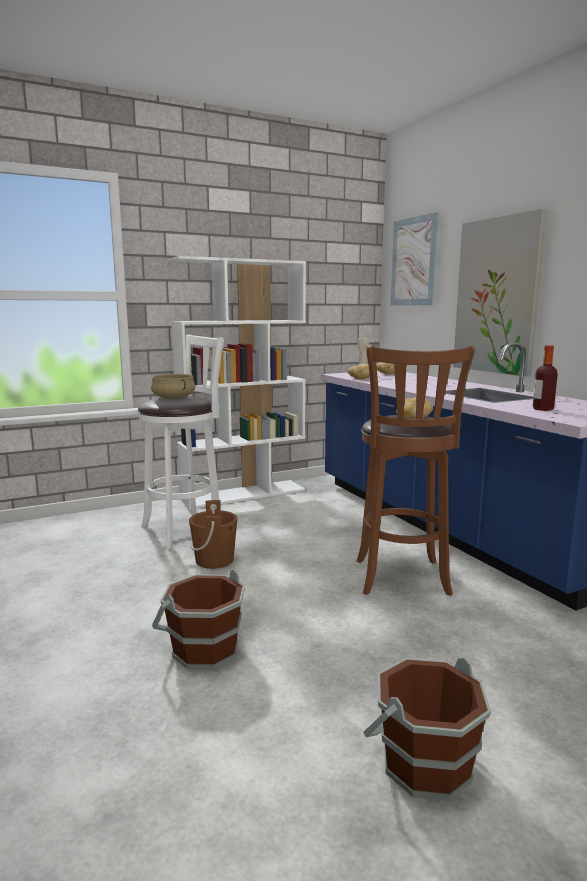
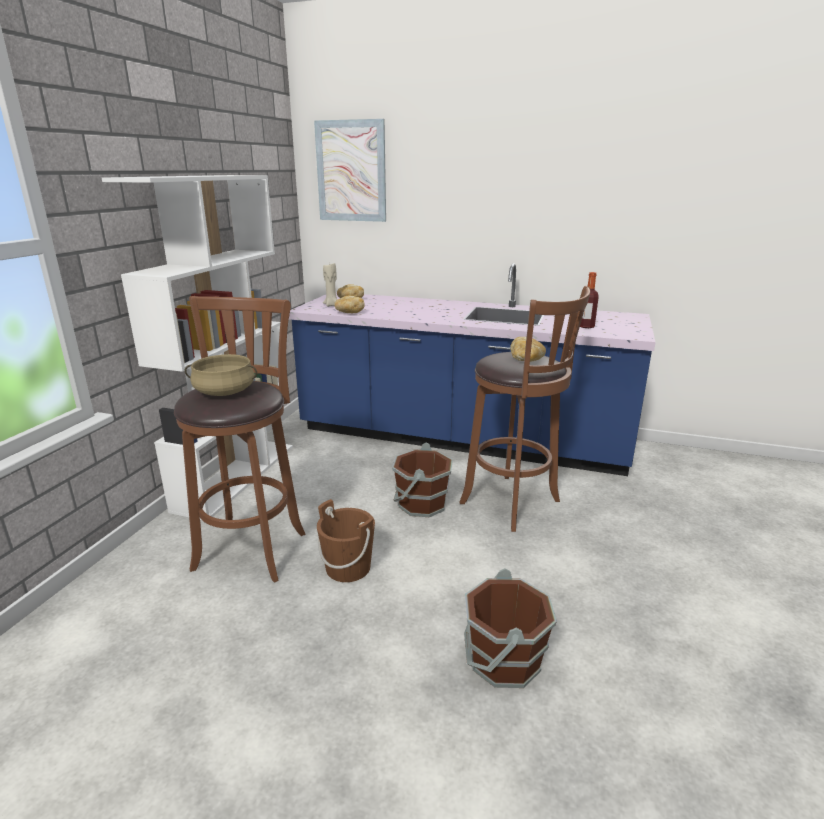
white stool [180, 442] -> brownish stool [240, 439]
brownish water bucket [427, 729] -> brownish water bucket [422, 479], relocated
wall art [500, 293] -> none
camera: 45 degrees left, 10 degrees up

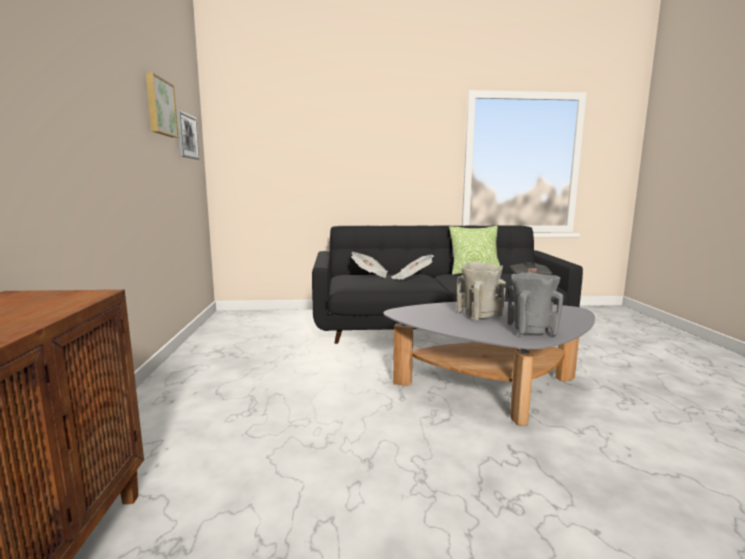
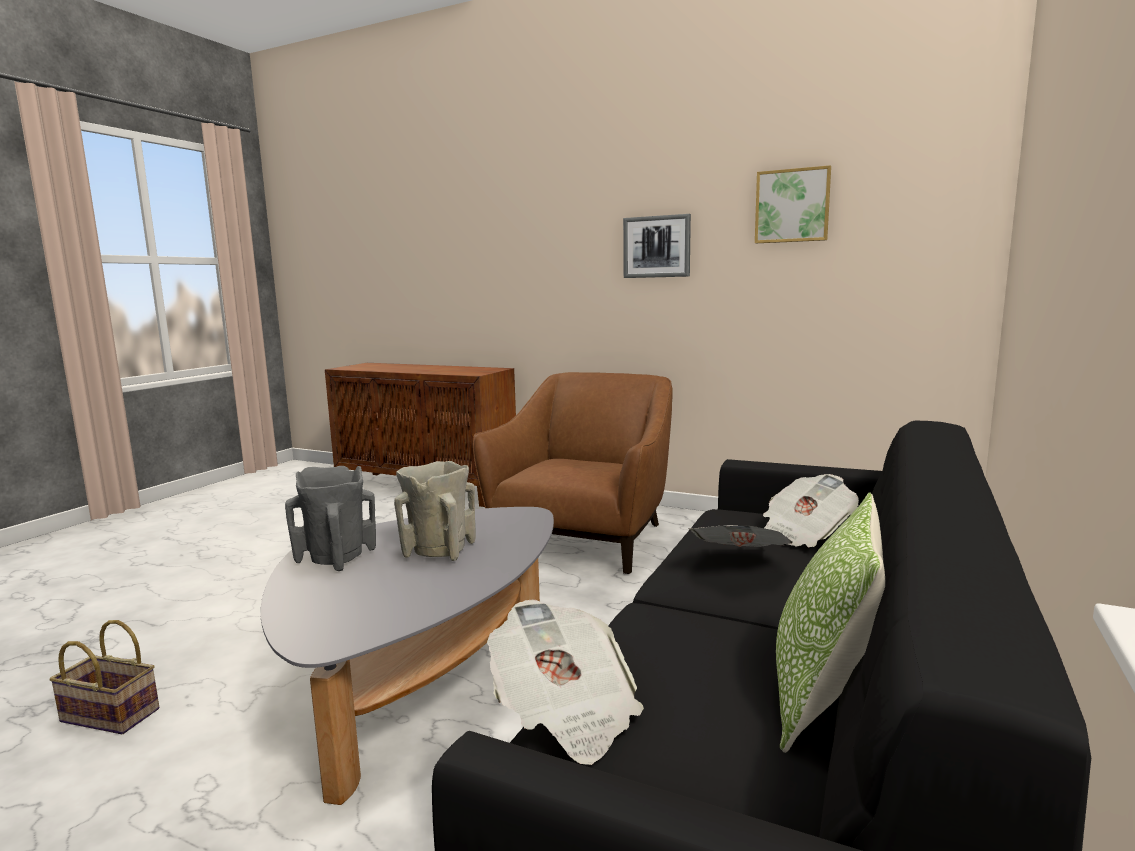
wall art [188, 135] -> wall art [657, 246], relocated
none -> basket [104, 677]
none -> brownish armchair [573, 473]
camera: 120 degrees right, 0 degrees up

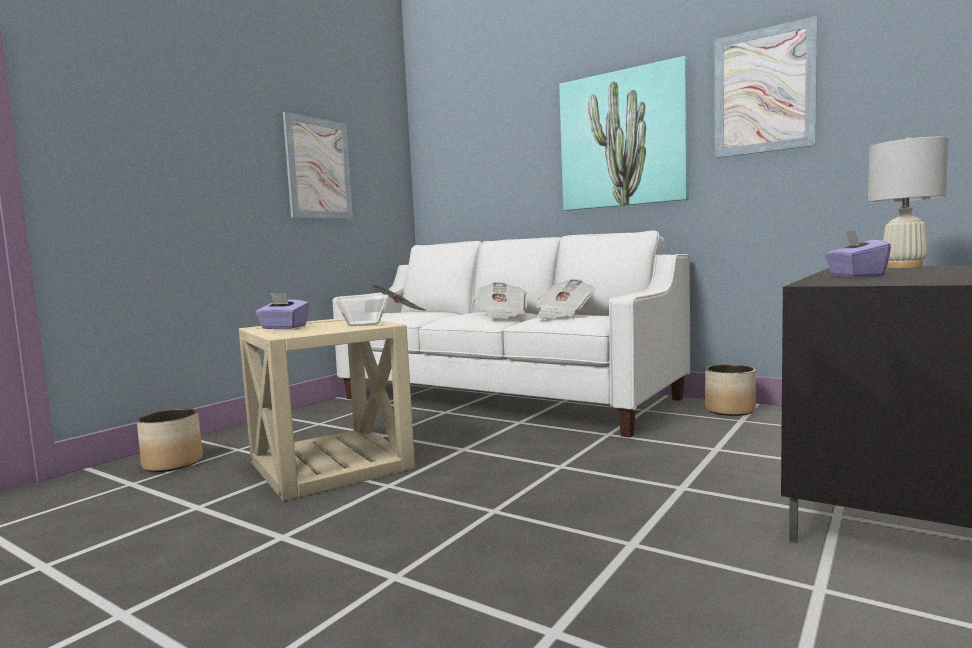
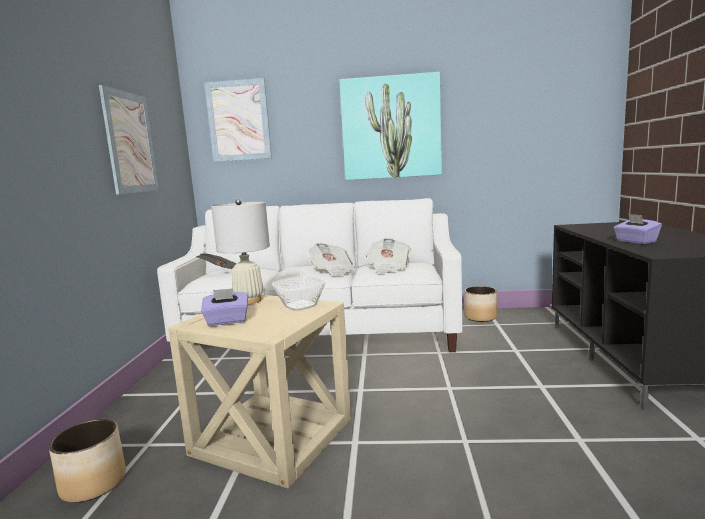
wall art [766, 87] -> wall art [238, 120], relocated
white tabletop lamp [908, 202] -> white tabletop lamp [240, 251], relocated
camera: 30 degrees left, 5 degrees up

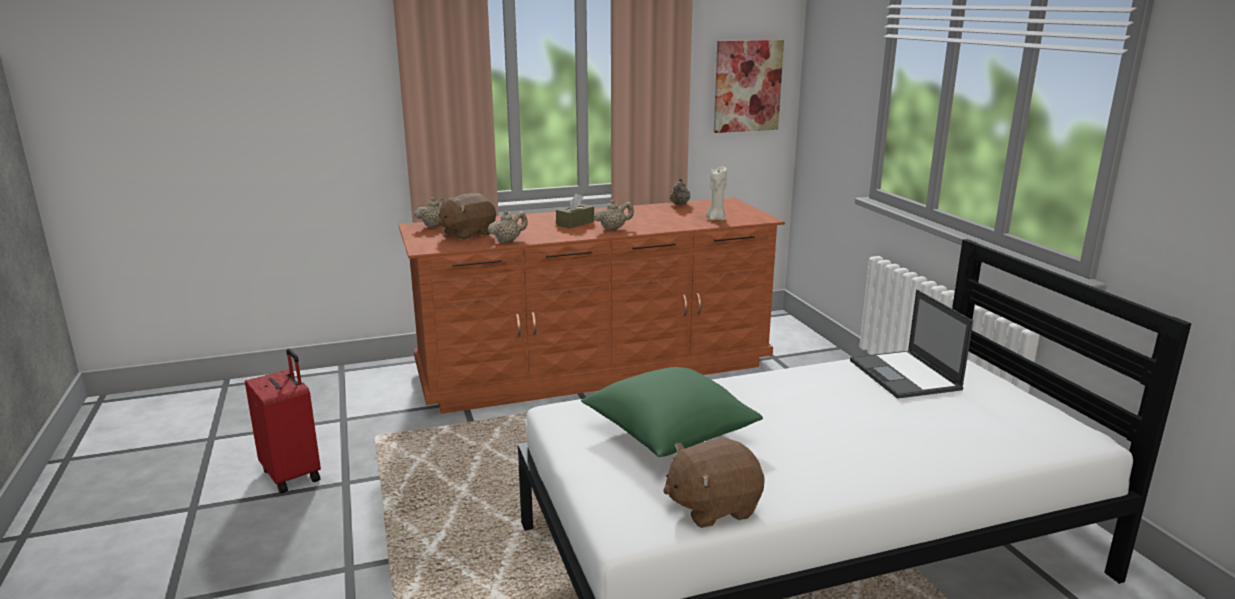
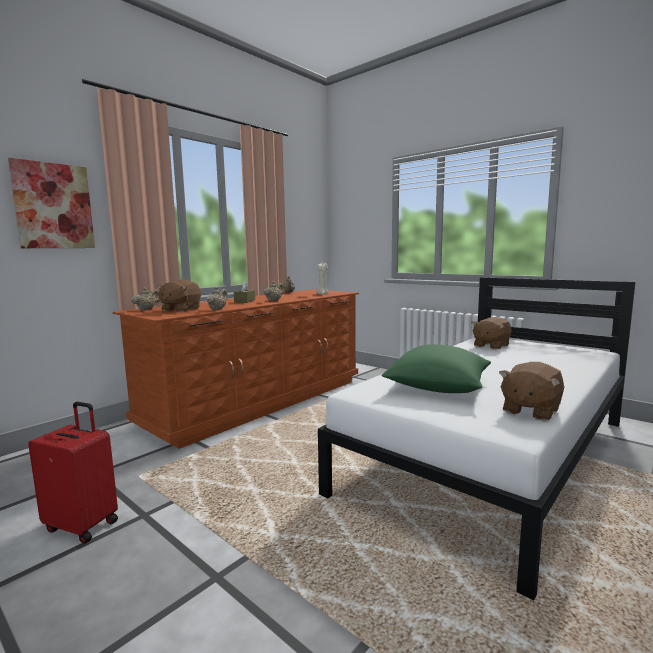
wall art [749, 86] -> wall art [51, 203], relocated
portable computer [911, 344] -> brownish cuddly toy [491, 333]
camera: 30 degrees left, 10 degrees down

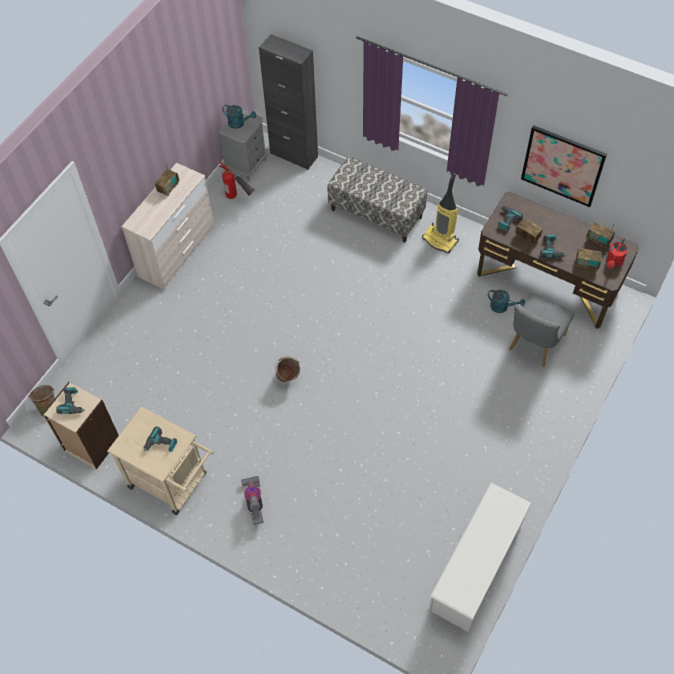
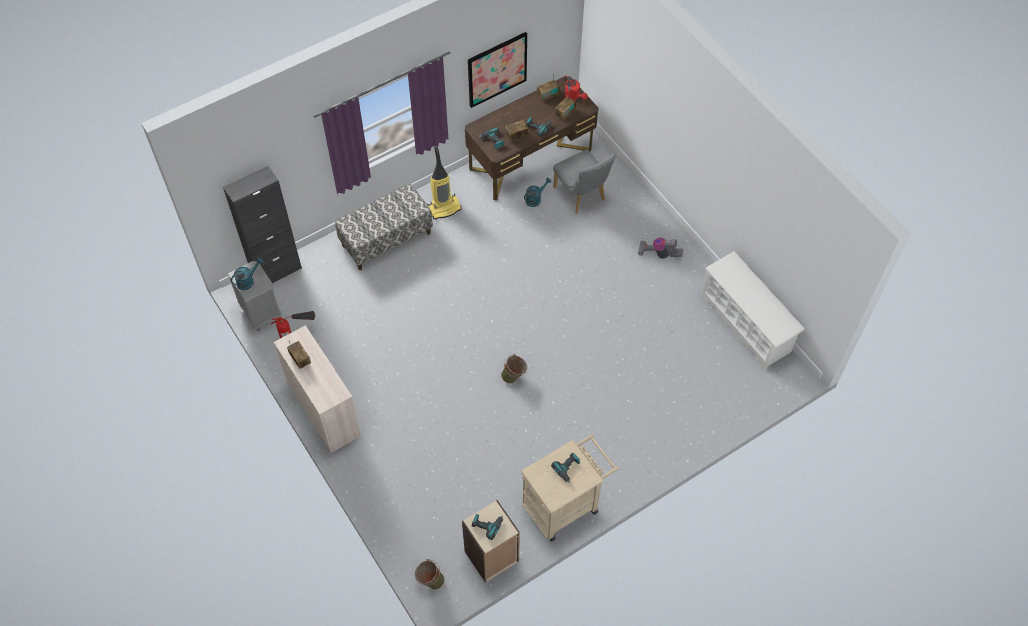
hoover [252, 500] -> hoover [660, 248], relocated
camera: 65 degrees left, 0 degrees up

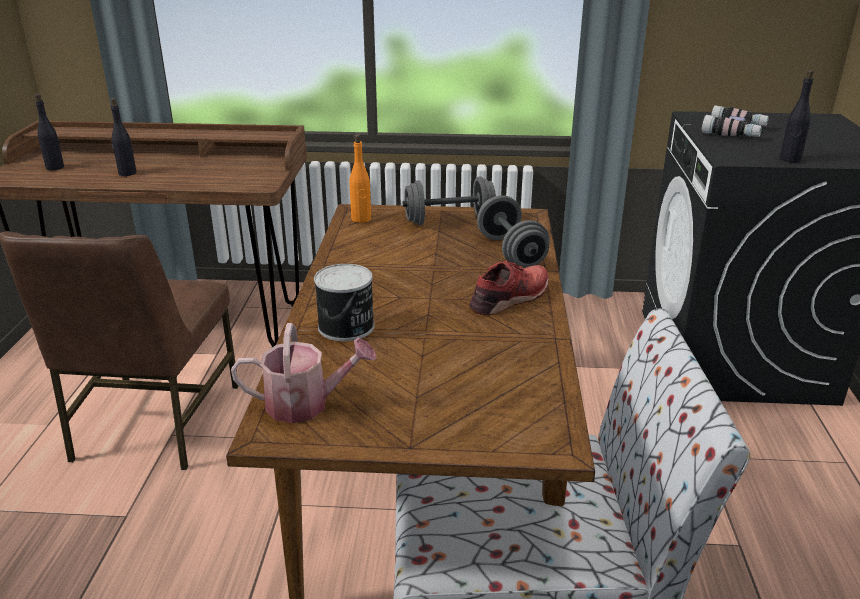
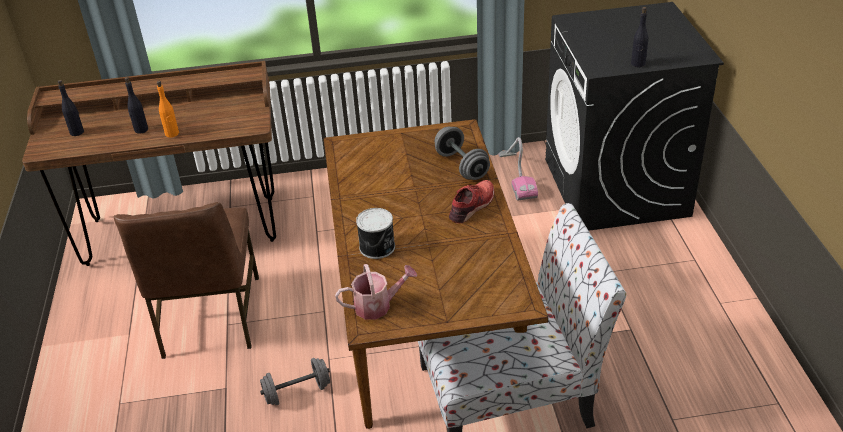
orangey beverage bottle [360, 178] -> orangey beverage bottle [168, 109], relocated
gray free weight [449, 200] -> gray free weight [295, 381], relocated
binoculars [735, 121] -> none
none -> hoover [518, 168]
camera: 10 degrees left, 10 degrees up

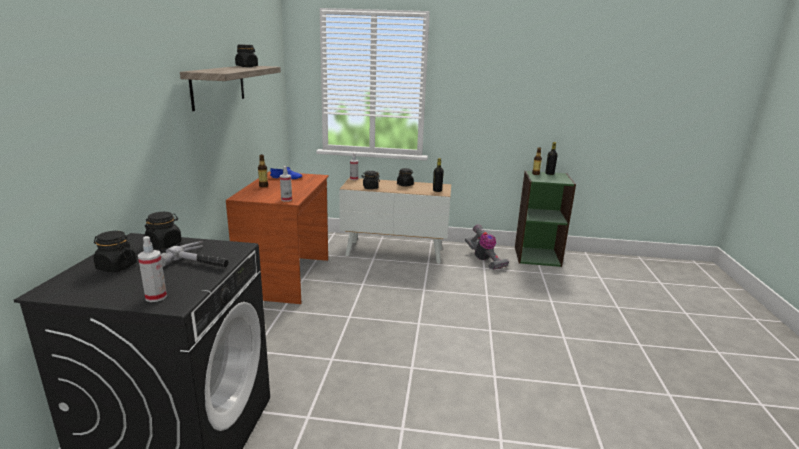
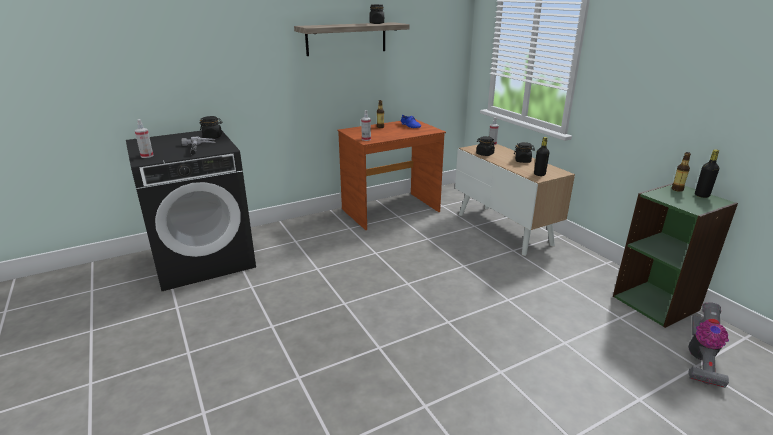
black preserve jar [115, 251] -> none
hoover [487, 247] -> hoover [708, 345], relocated
camera: 55 degrees right, 5 degrees up

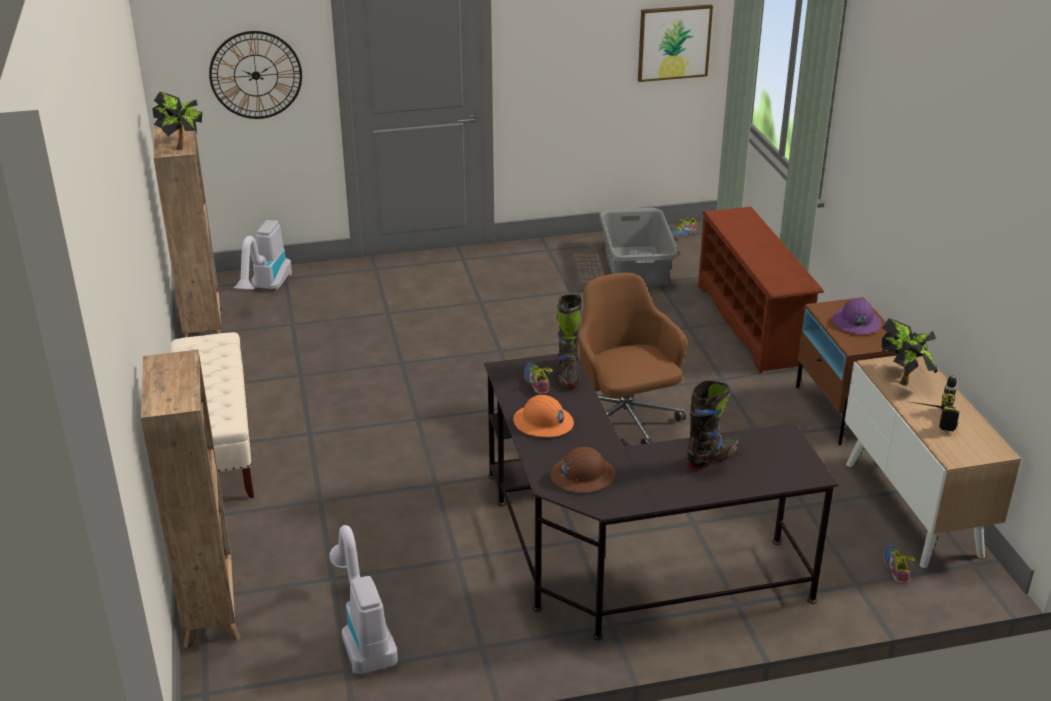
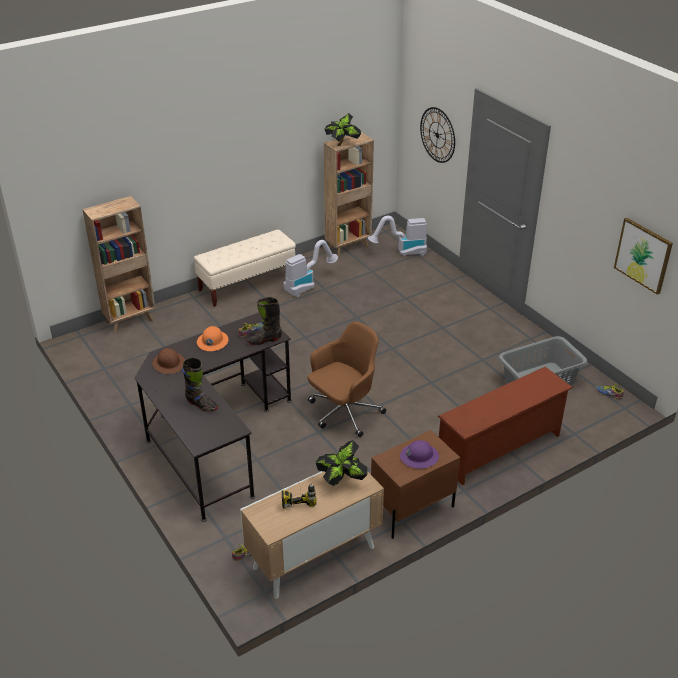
hoover [363, 599] -> hoover [310, 268], relocated
camera: 70 degrees right, 5 degrees up

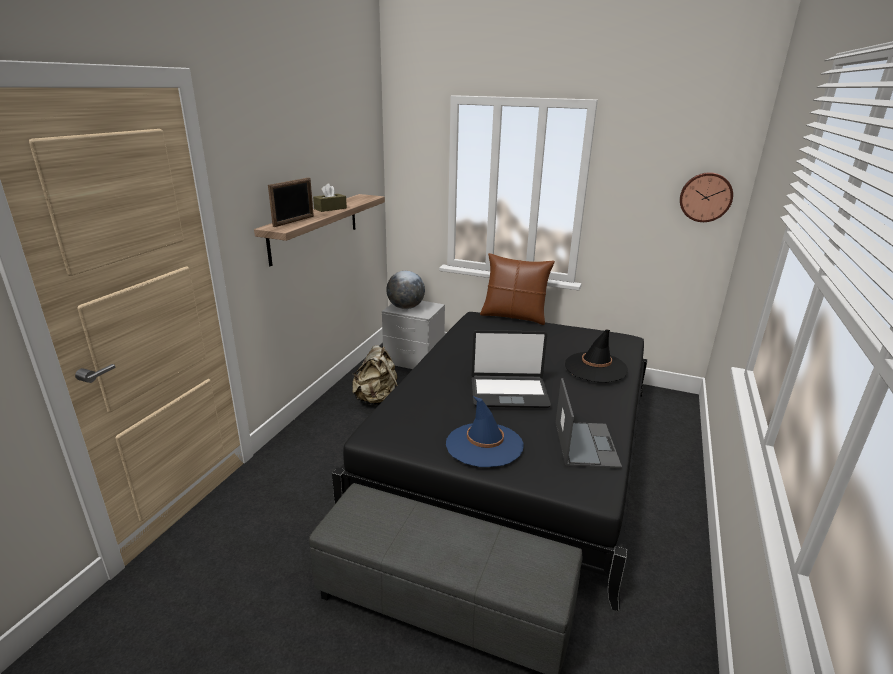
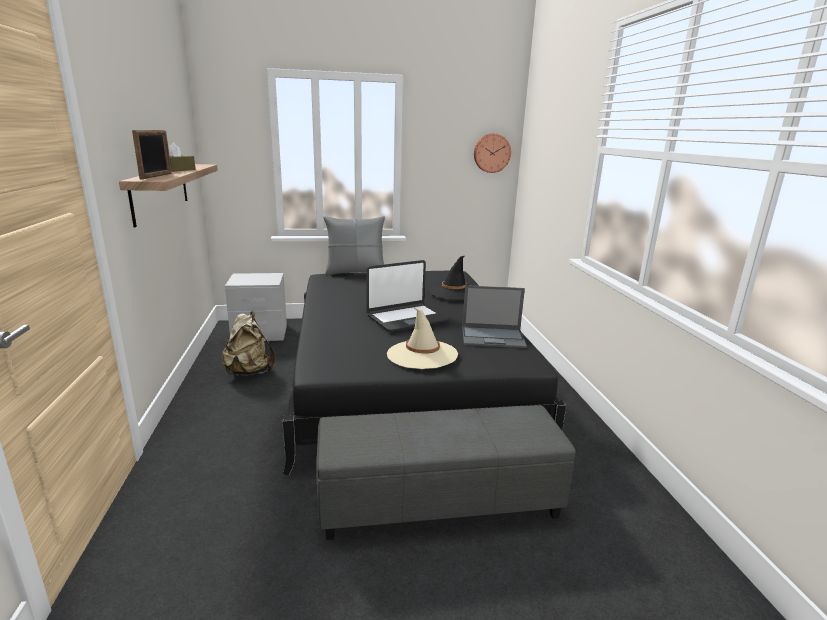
globe [405, 290] -> none
blue wearable hat [484, 431] -> beige-coloured wearable hat [422, 338]
brownish cushion [517, 289] -> gray cushion [354, 245]
portable computer [589, 423] -> portable computer [494, 316], 120 degrees clockwise
camera: 30 degrees left, 5 degrees down

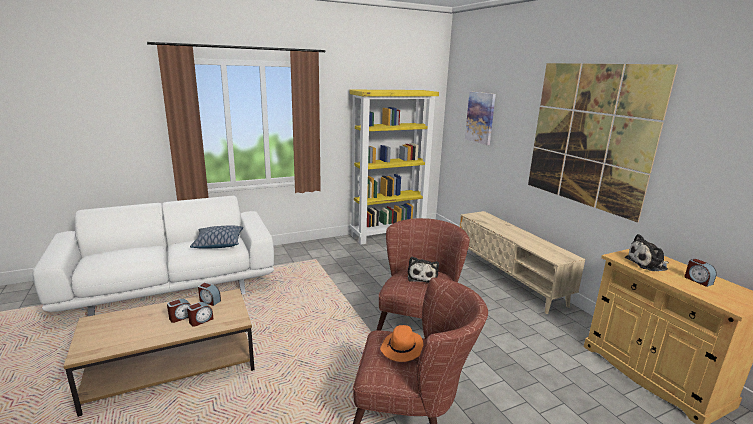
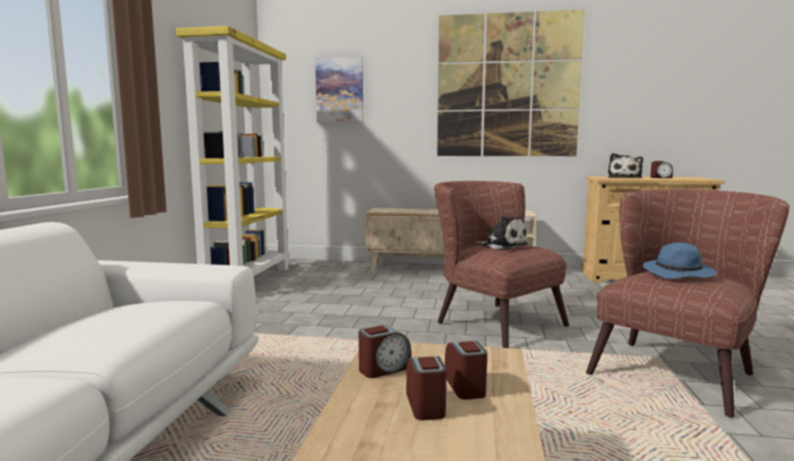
cushion [216, 237] -> none
orangey wearable hat [401, 343] -> blue wearable hat [680, 261]
camera: 55 degrees left, 10 degrees down

